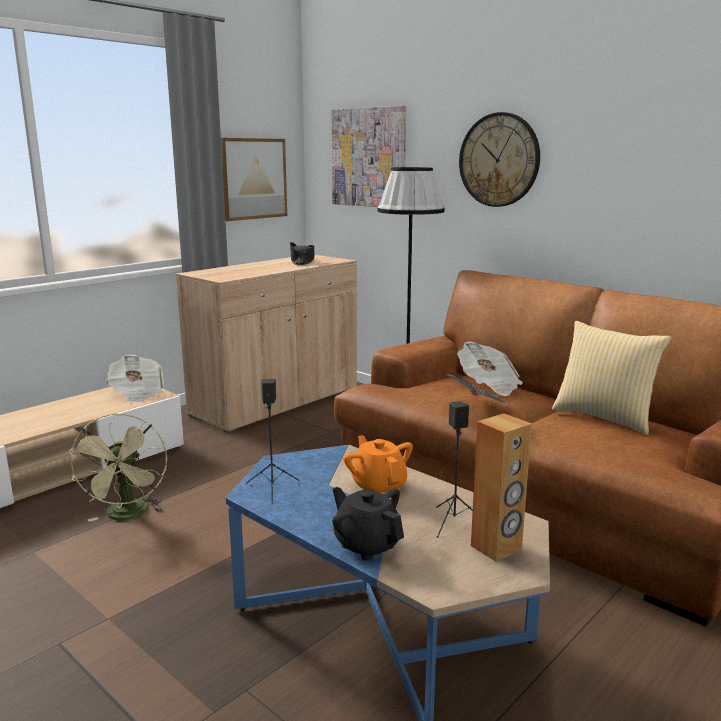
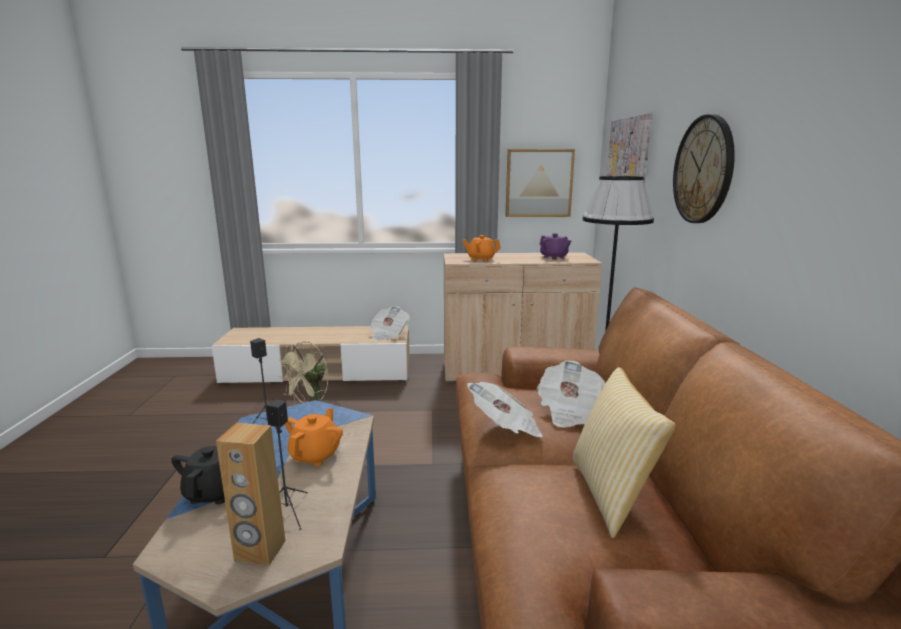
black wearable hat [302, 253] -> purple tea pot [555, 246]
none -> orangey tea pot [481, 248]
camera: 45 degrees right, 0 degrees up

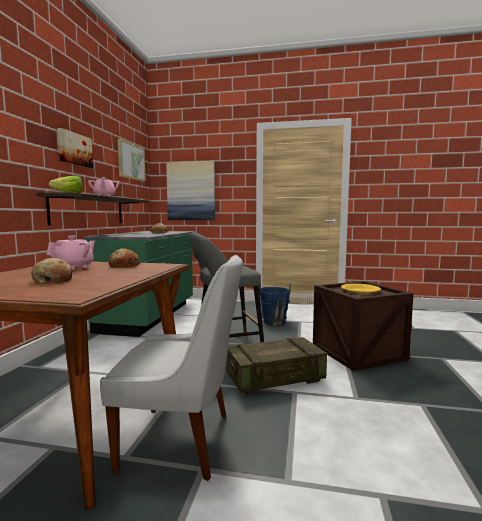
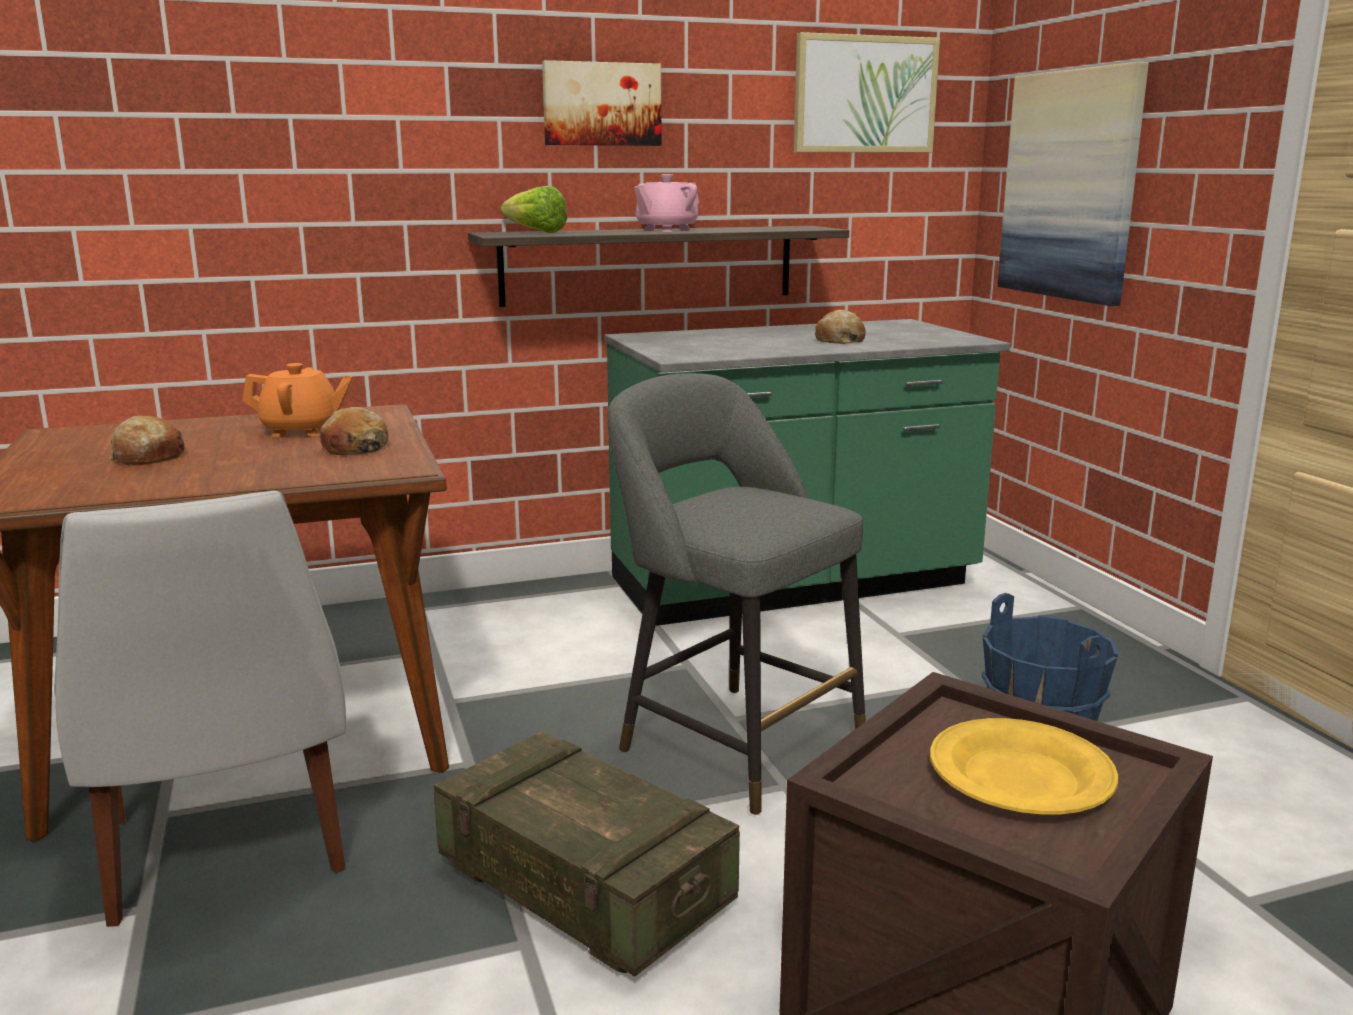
pinkish tea pot [71, 253] -> orangey tea pot [297, 400]
camera: 60 degrees right, 10 degrees up

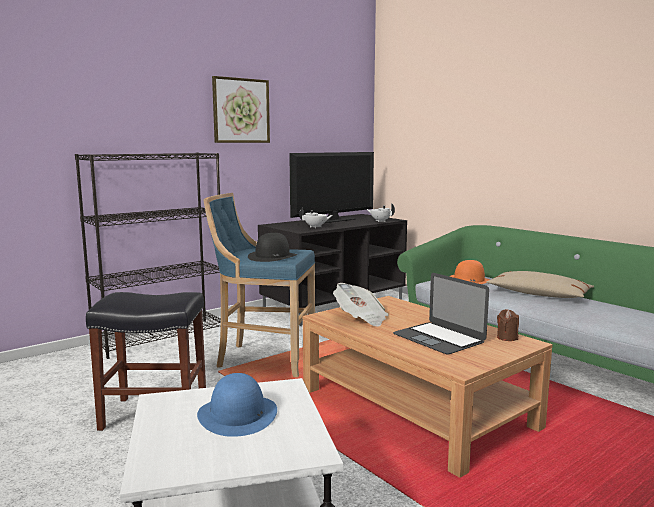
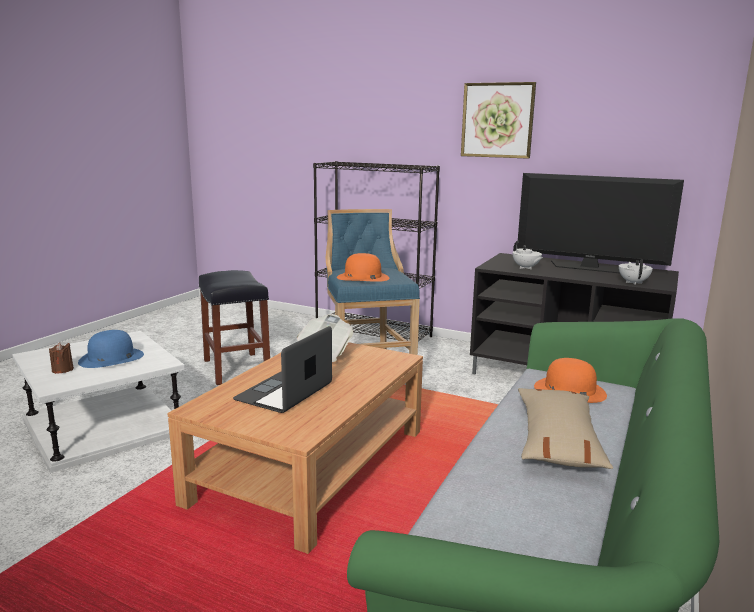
black wearable hat [272, 247] -> orangey wearable hat [363, 267]
brownish wax candle [508, 325] -> brownish wax candle [61, 358], relocated
camera: 65 degrees right, 5 degrees up

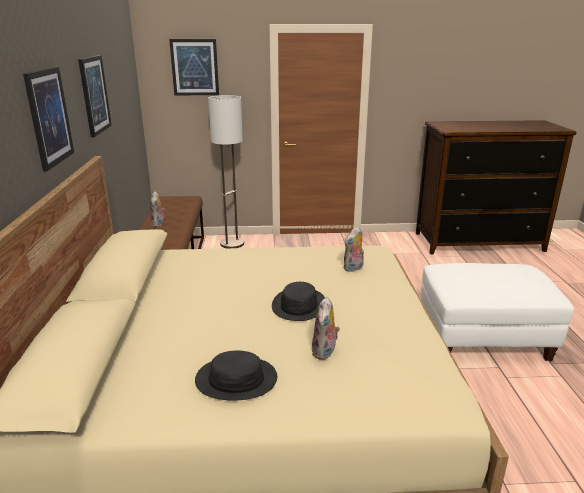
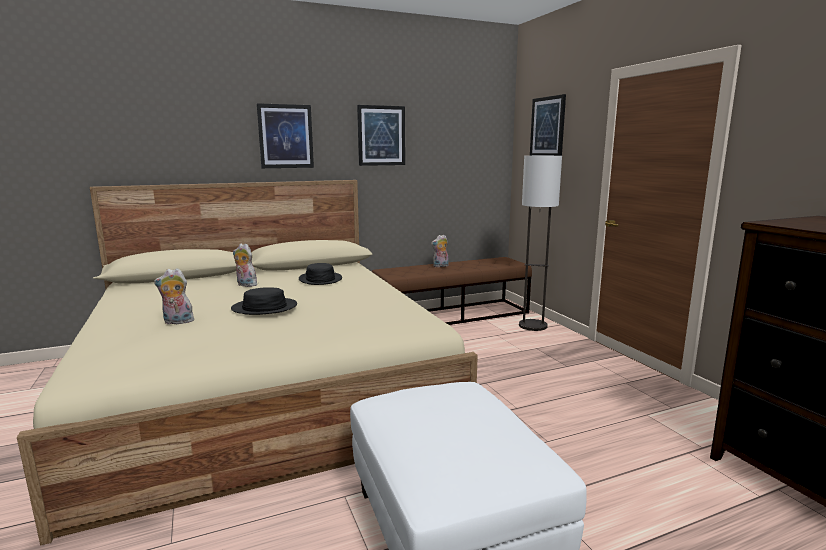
black wearable hat [236, 375] -> black wearable hat [320, 274], relocated
cuddly toy [353, 249] -> cuddly toy [245, 265], relocated
camera: 70 degrees right, 10 degrees down

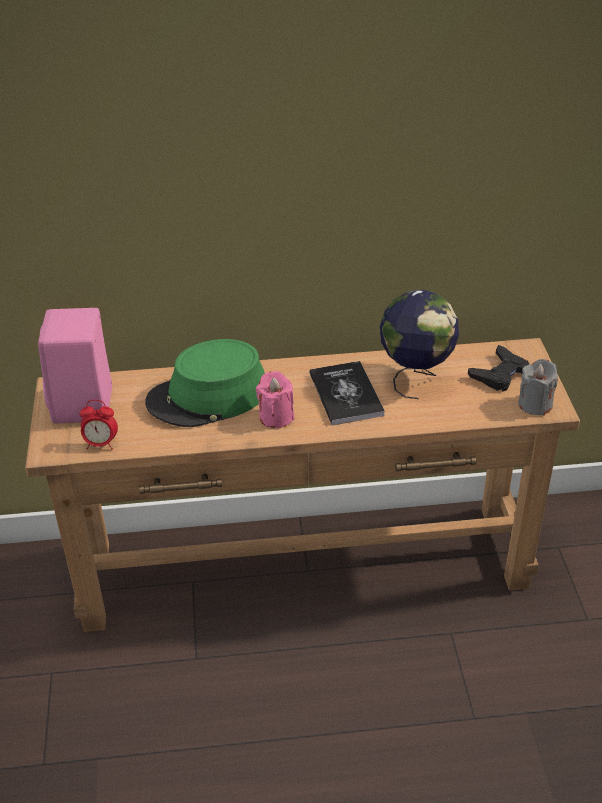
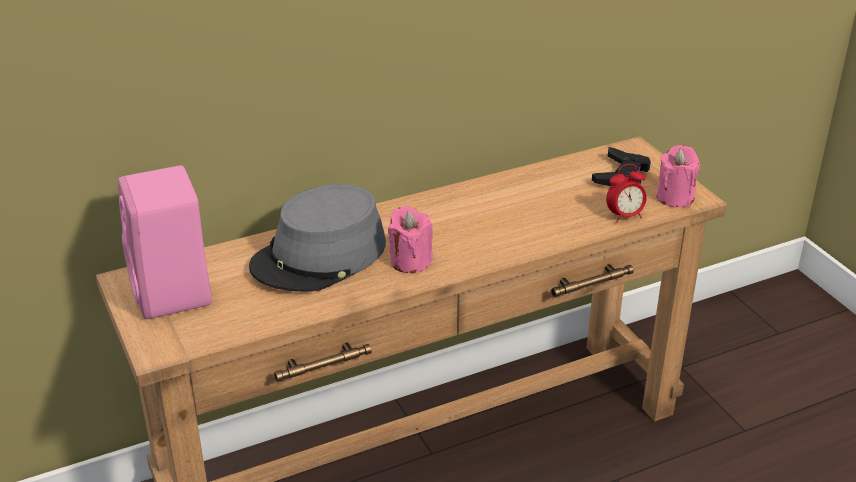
bedside clock [98, 424] -> bedside clock [626, 193], relocated
greenish wearable hat [205, 383] -> gray wearable hat [317, 238]
book [347, 393] -> none
globe [419, 344] -> none
gray wax candle [538, 387] -> pinkish wax candle [678, 176]
camera: 20 degrees left, 5 degrees down

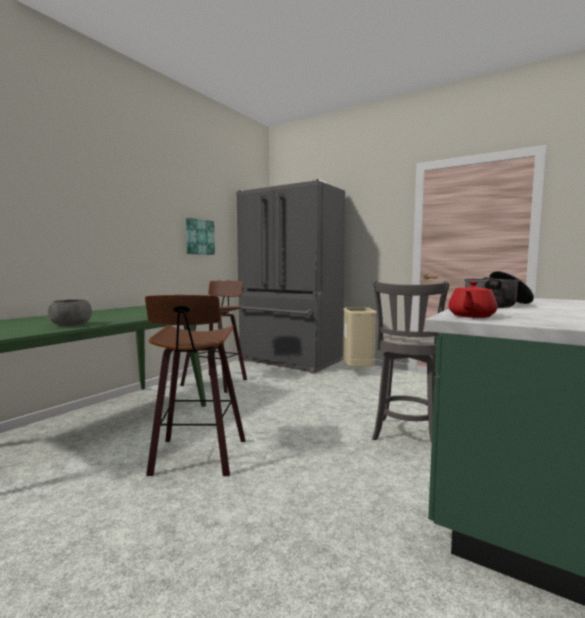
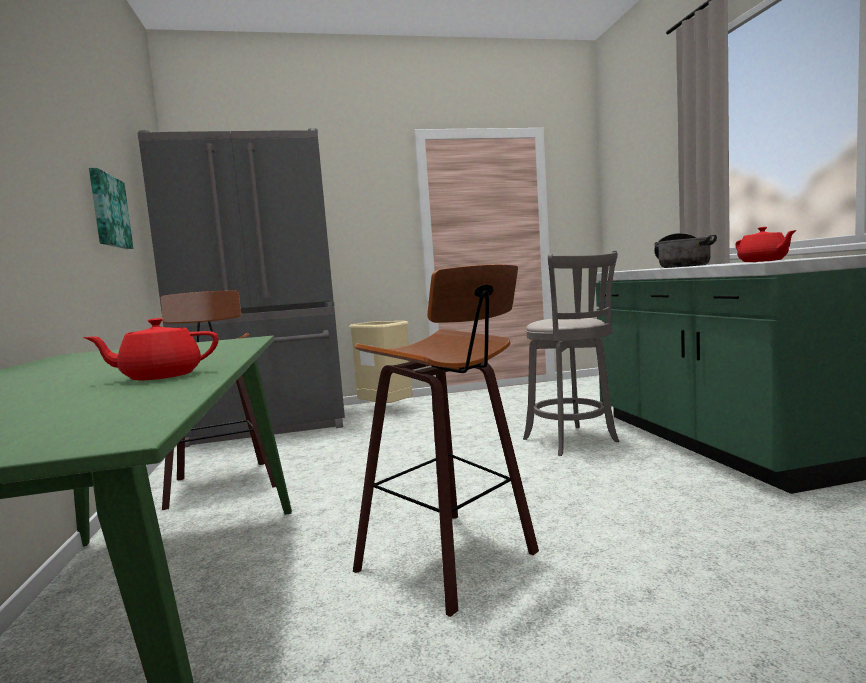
gray serving bowl [70, 312] -> reddish tea pot [151, 349]
camera: 45 degrees left, 0 degrees up

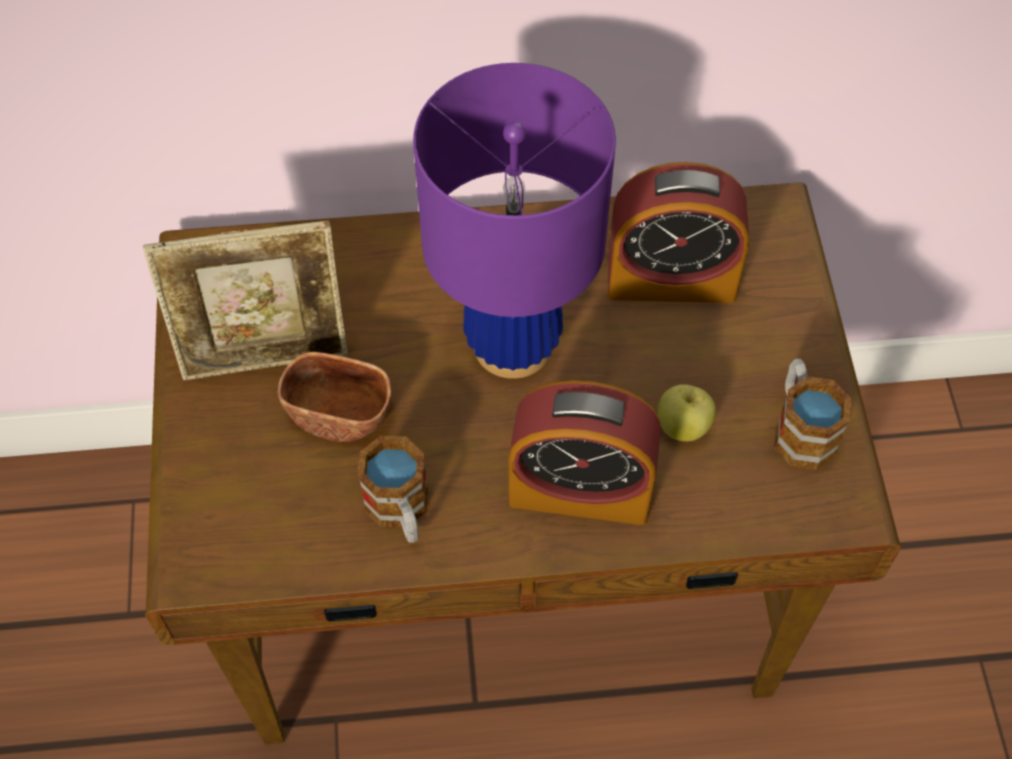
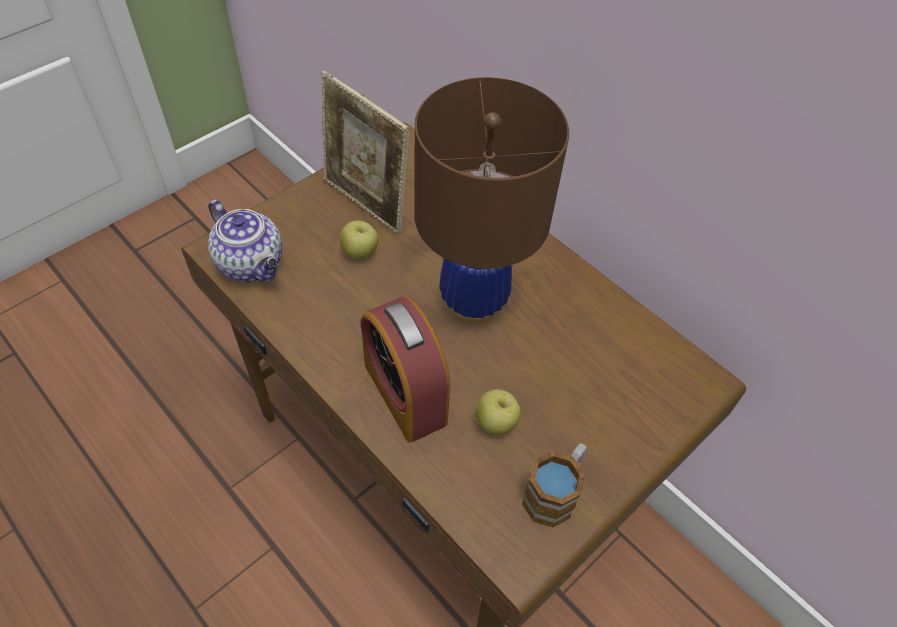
brownish serving bowl [335, 397] -> apple fruit [359, 240]
tea mug [392, 489] -> none
purple tabletop lamp [514, 221] -> brownish tabletop lamp [492, 201]
bedside clock [678, 232] -> none
none -> tea pot [245, 240]
camera: 50 degrees right, 5 degrees down

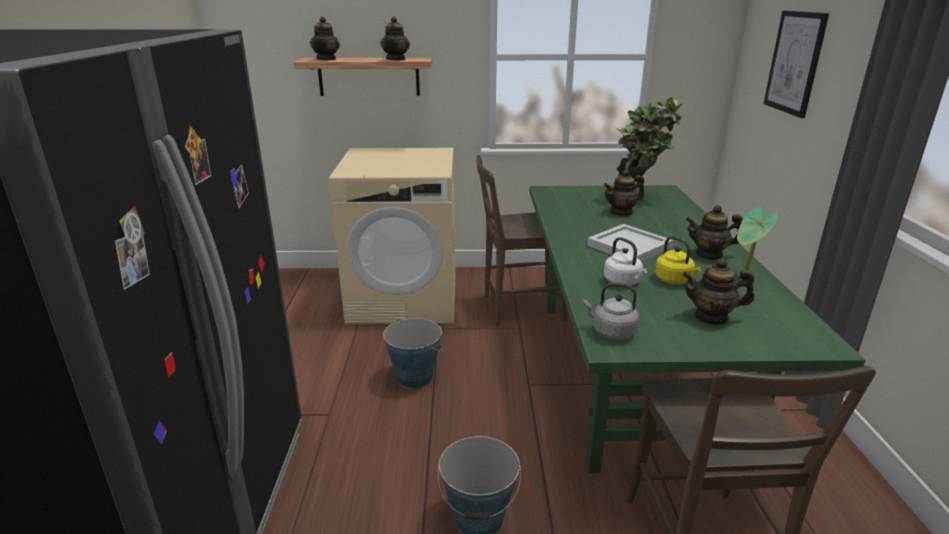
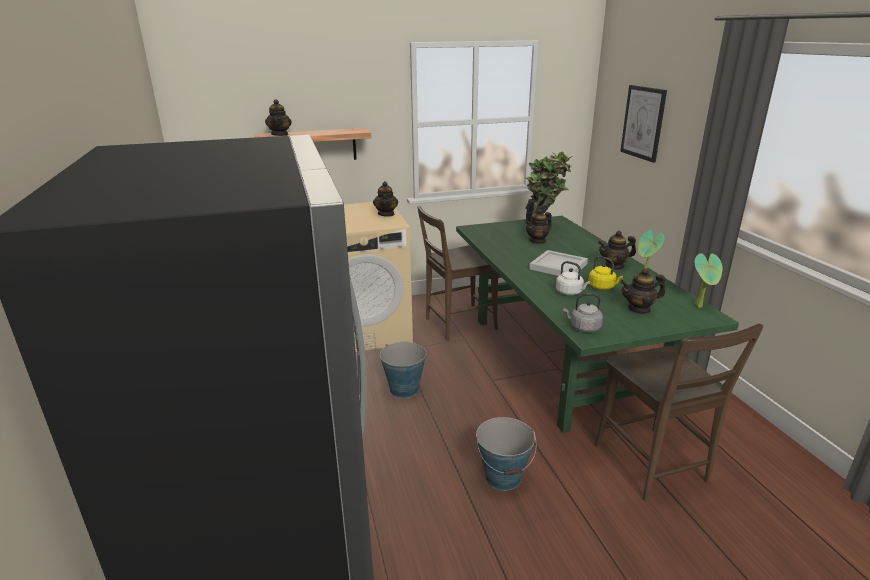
tea pot [395, 38] -> tea pot [385, 199], relocated
none -> plant in a pot [708, 280]
camera: 15 degrees left, 0 degrees up

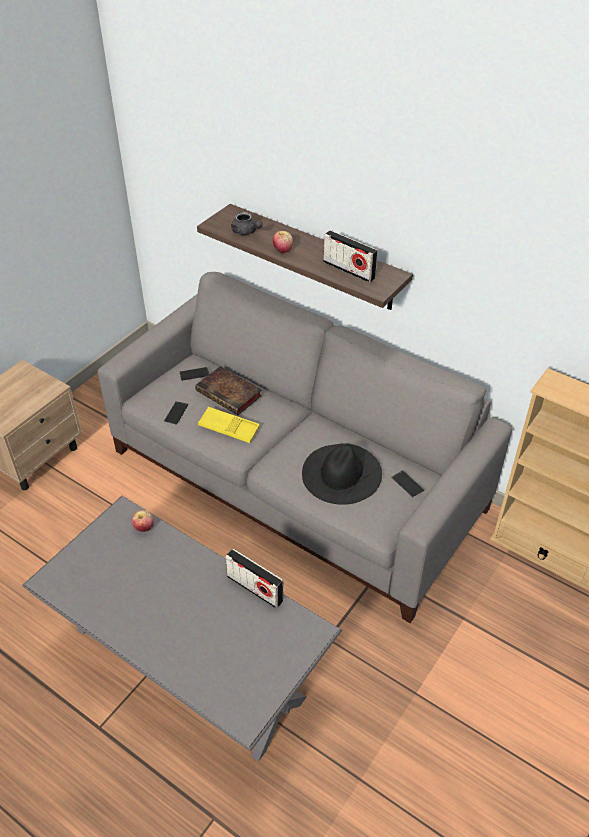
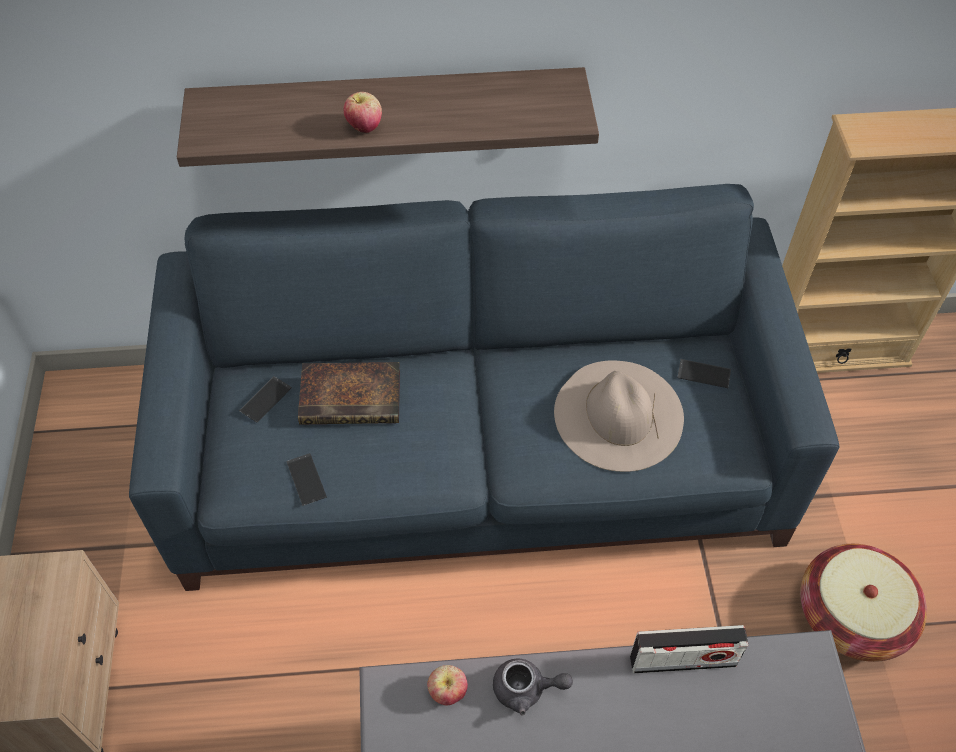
gray settee [305, 447] -> blue settee [484, 387]
yellowish tray [229, 425] -> none
gray tea pot [247, 223] -> gray tea pot [533, 687], relocated
black wearable hat [342, 474] -> beige-coloured wearable hat [619, 416]
radio [350, 256] -> none
none -> basket [863, 603]
camera: 40 degrees left, 10 degrees up

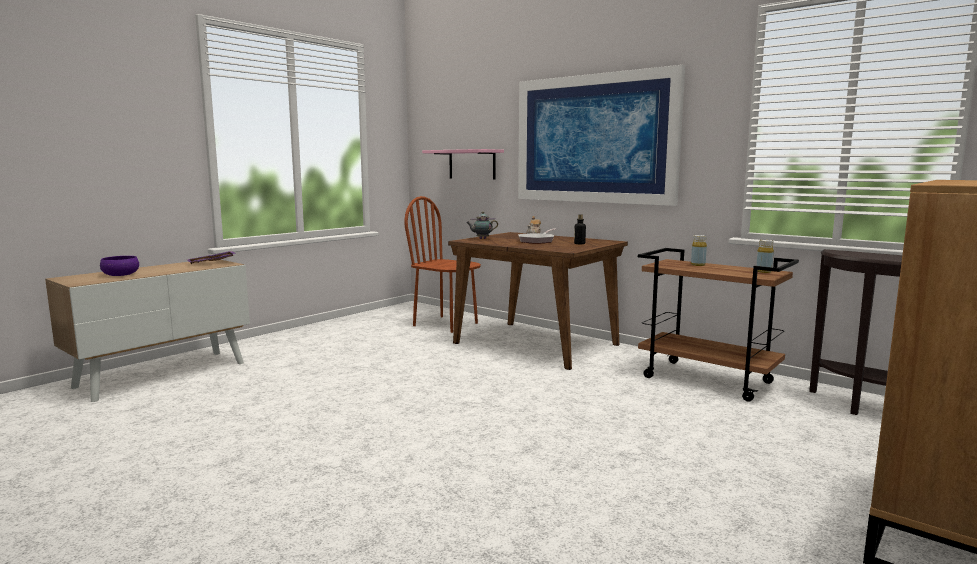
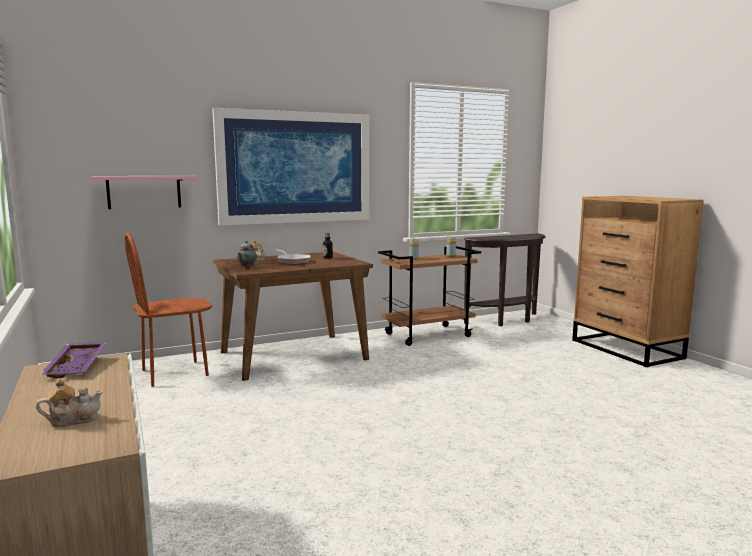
purple serving bowl [119, 266] -> tea pot [69, 402]
camera: 65 degrees left, 0 degrees up

